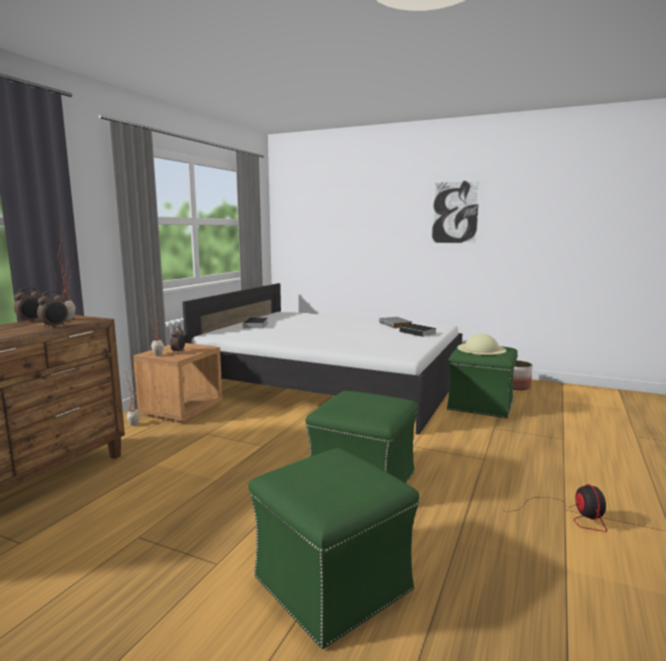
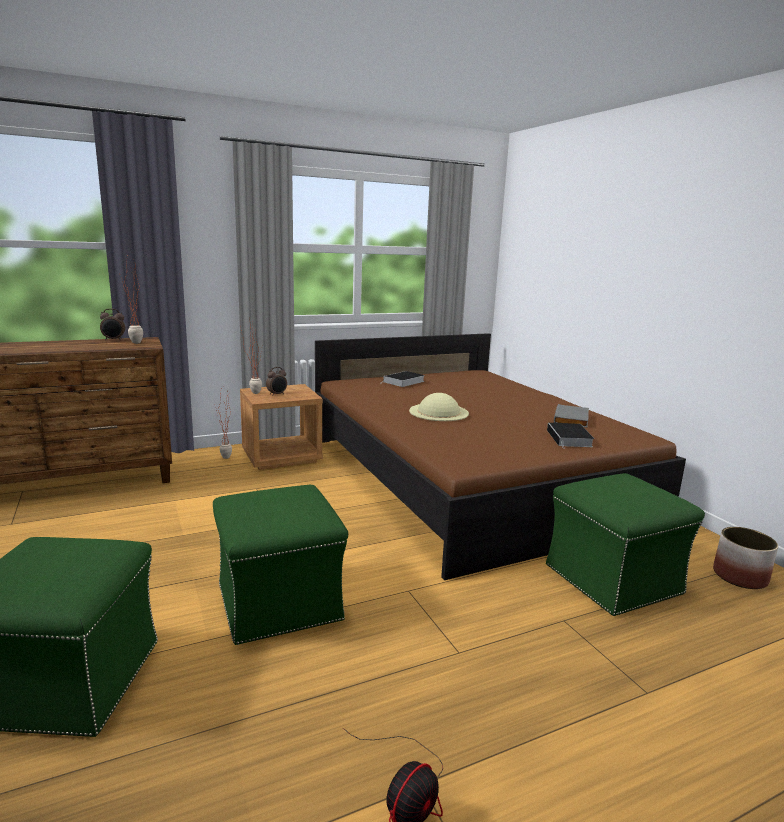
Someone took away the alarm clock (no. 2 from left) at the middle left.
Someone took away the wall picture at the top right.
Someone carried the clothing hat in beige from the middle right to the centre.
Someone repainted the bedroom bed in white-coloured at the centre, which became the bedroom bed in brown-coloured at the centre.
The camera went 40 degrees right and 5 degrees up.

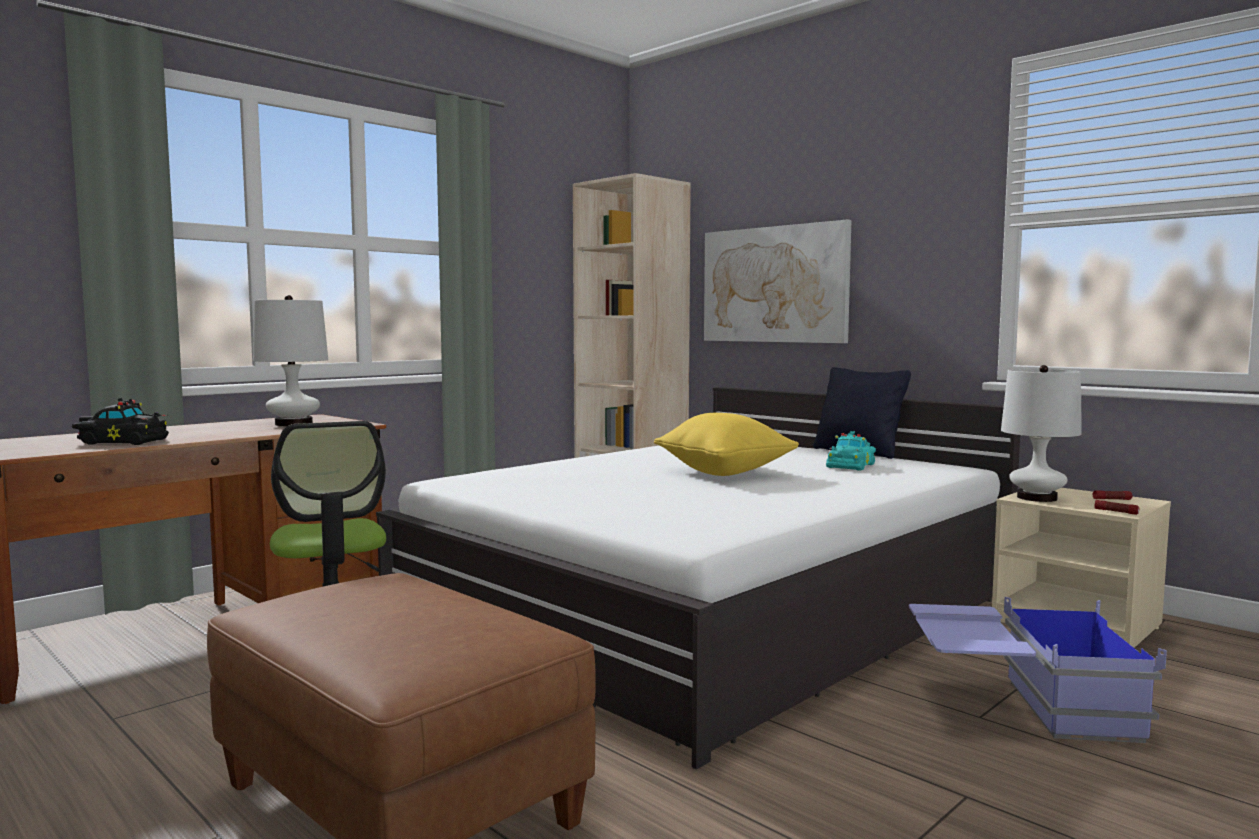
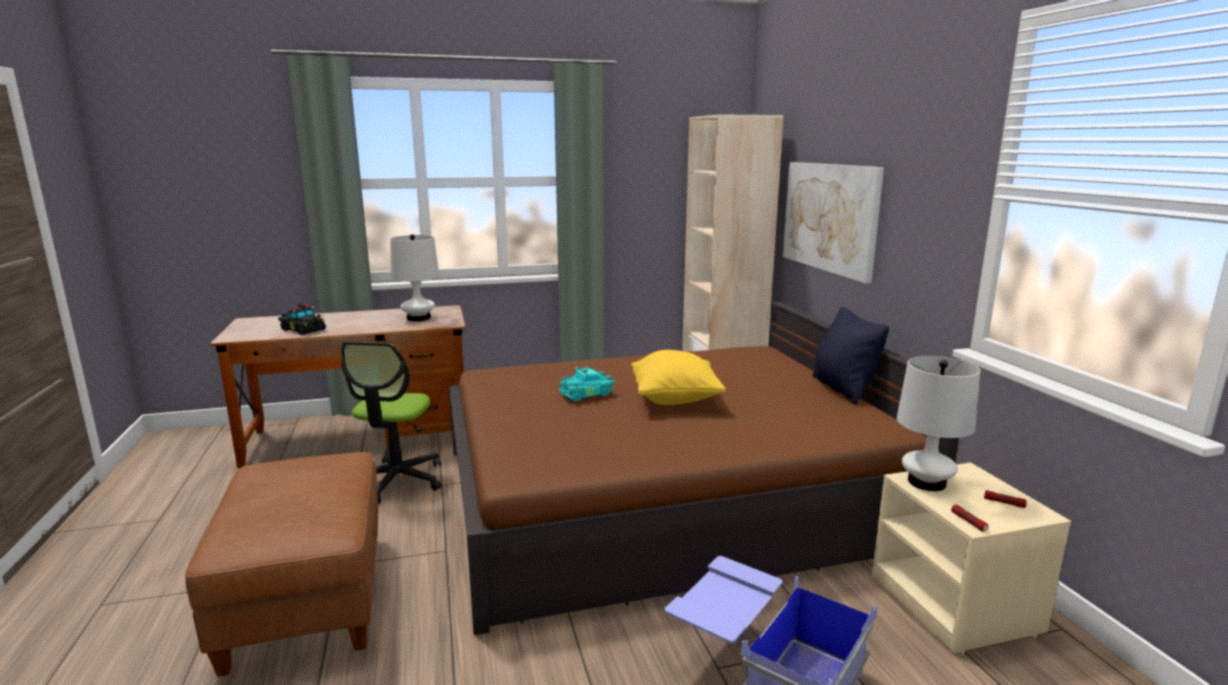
Someone carried the model car in turquoise-coloured from the middle right to the centre.
Someone repainted the bedroom bed in white-coloured at the bottom centre, which became the bedroom bed in brown-coloured at the bottom centre.
The camera went 30 degrees right and 10 degrees up.

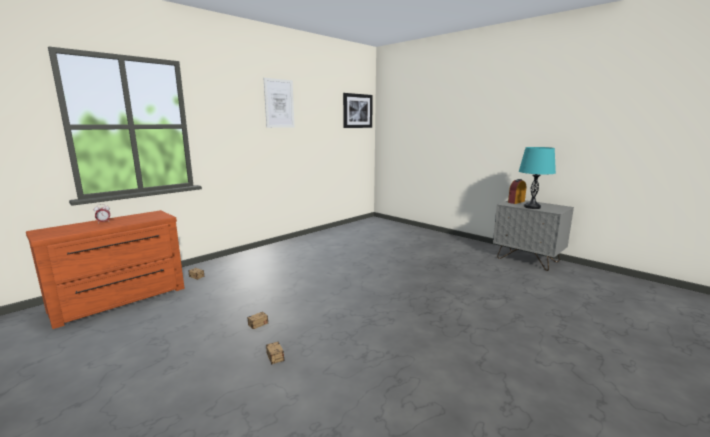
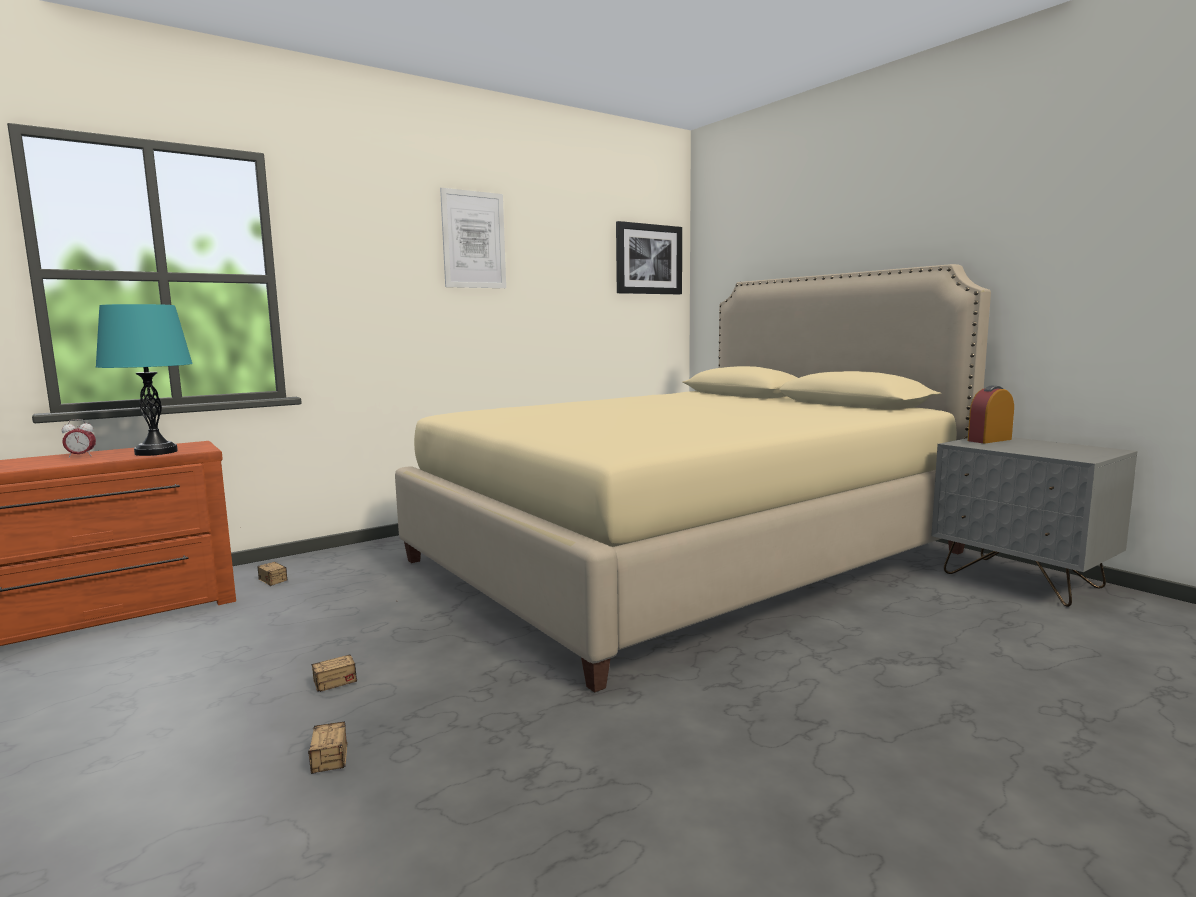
Someone put down the bedroom bed in beige at the centre.
Someone carried the tabletop lamp in turquoise-coloured from the middle right to the middle left.
The camera went 10 degrees right and 5 degrees down.

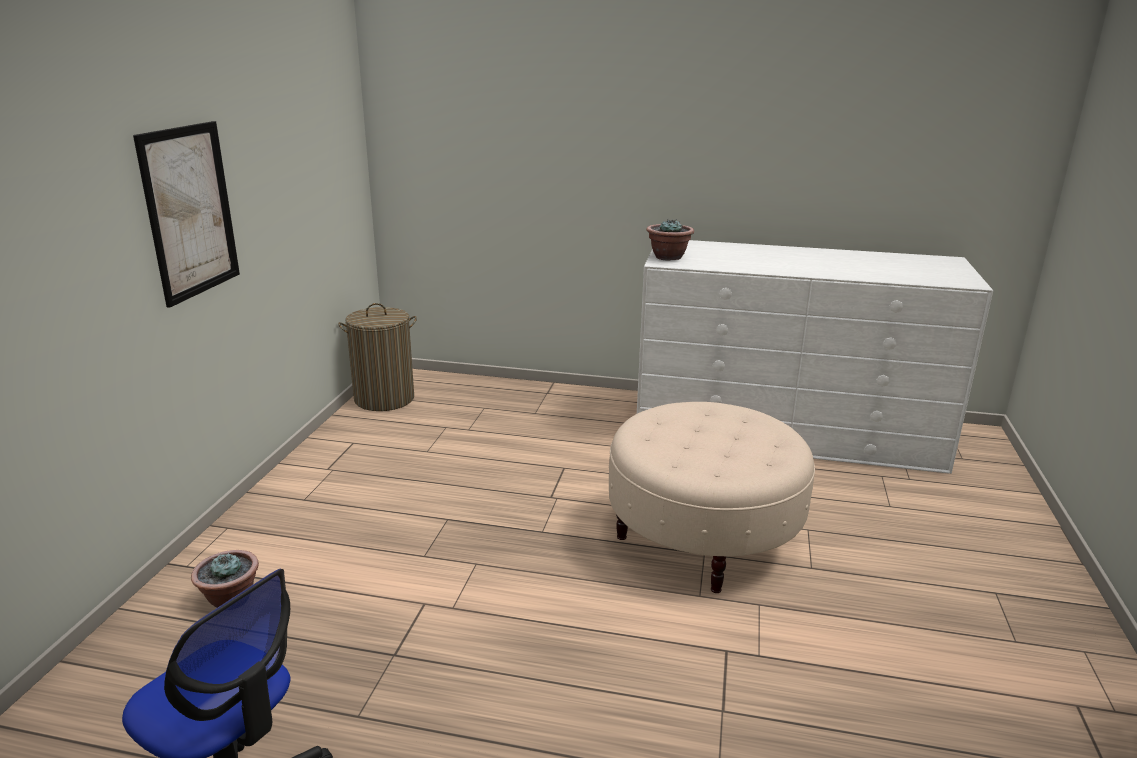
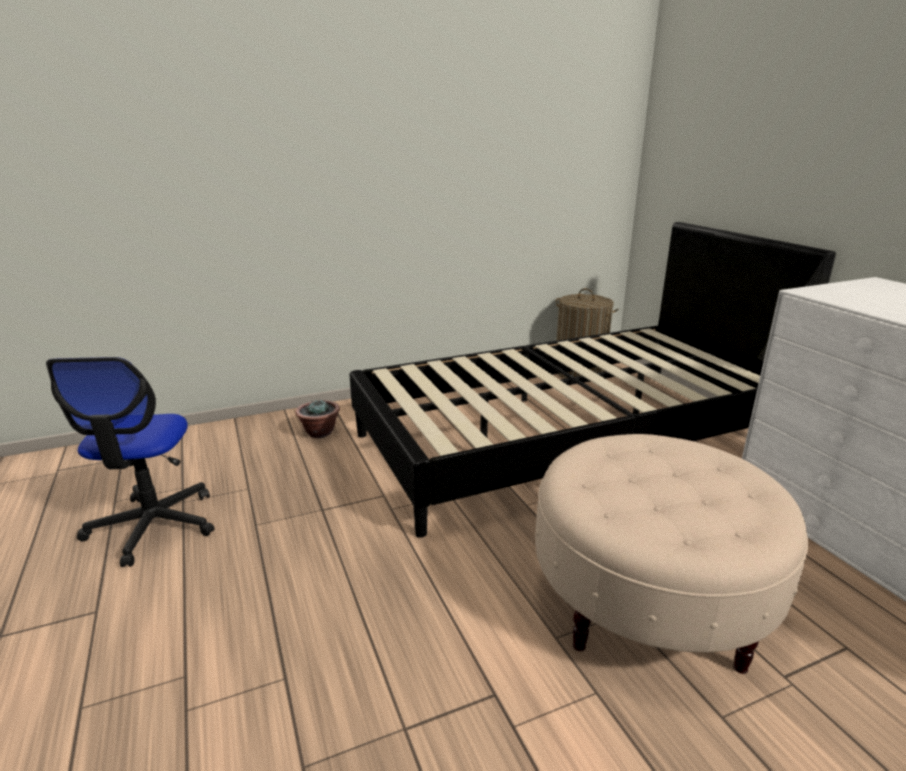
Someone took away the wall picture at the top left.
Someone took away the potted plant (no. 2 from left) at the top centre.
Someone put down the bedroom bed in black at the centre.
The camera went 55 degrees right and 0 degrees up.

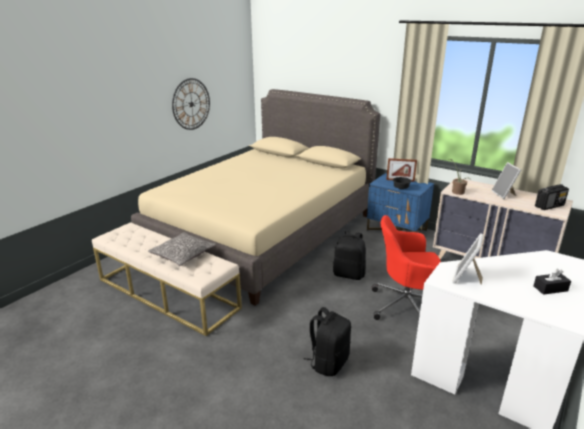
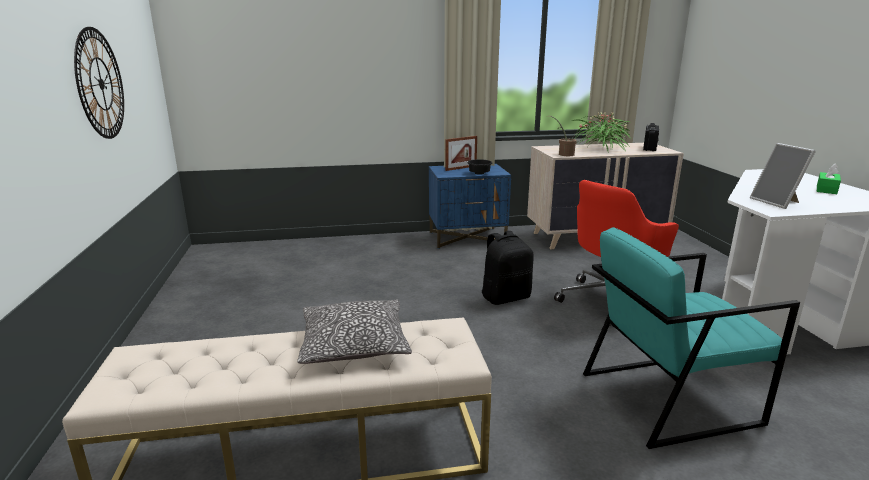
Someone took away the bedroom bed in beige at the centre.
Someone swapped the rucksack in black (no. 1 from left) at the bottom centre for the armchair in turquoise-coloured at the bottom right.
Someone swapped the standing frame (no. 3 from left) at the middle right for the potted plant (no. 2 from left) at the top right.
Someone repainted the tissue box in black at the middle right, which became the tissue box in green-coloured at the middle right.
The camera went 45 degrees left and 5 degrees down.

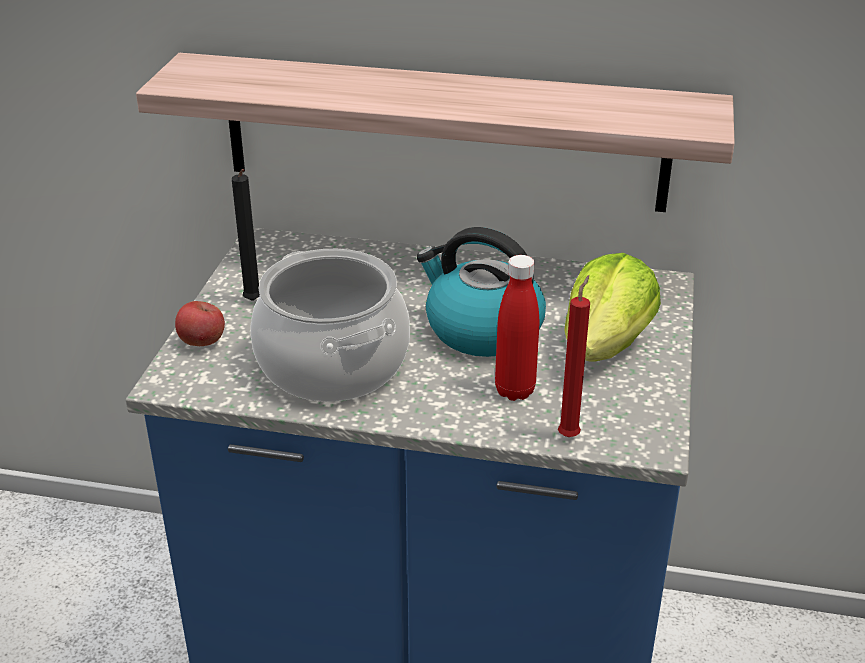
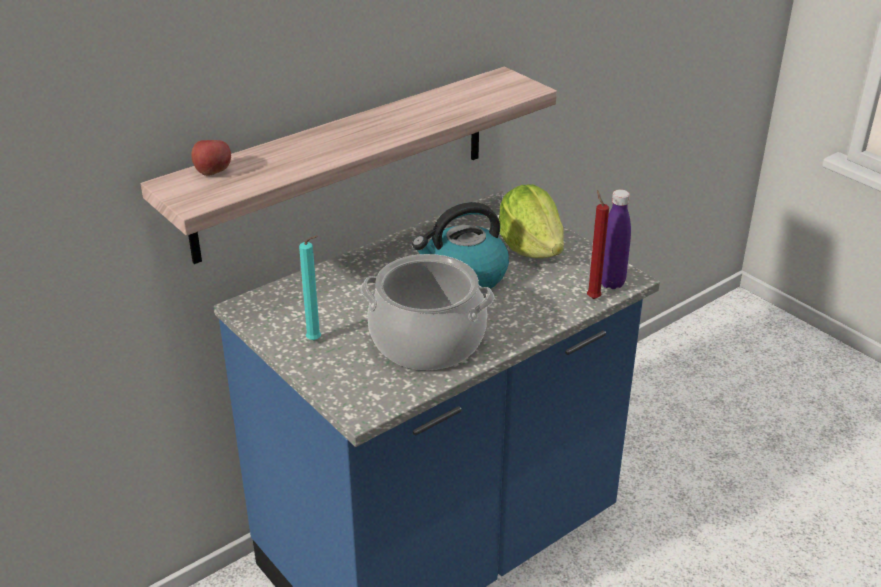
Someone took away the drink bottle in red at the centre.
Someone put down the drink bottle in purplish at the middle right.
Someone carried the apple from the middle left to the top left.
Someone repainted the wax candle in black at the middle left, which became the wax candle in turquoise-coloured at the centre.
The camera went 50 degrees left and 0 degrees up.

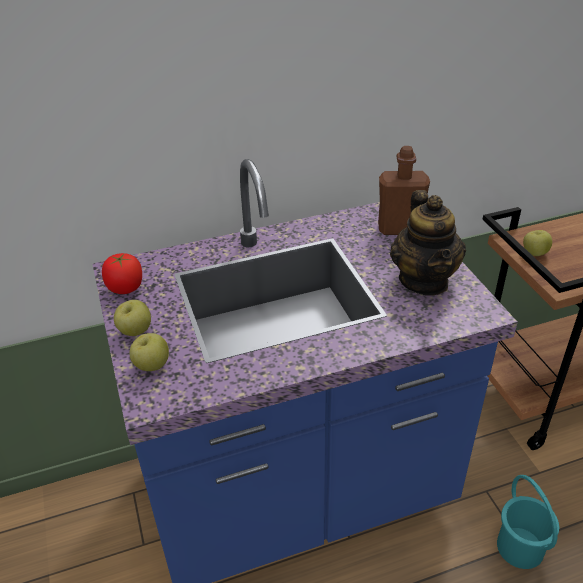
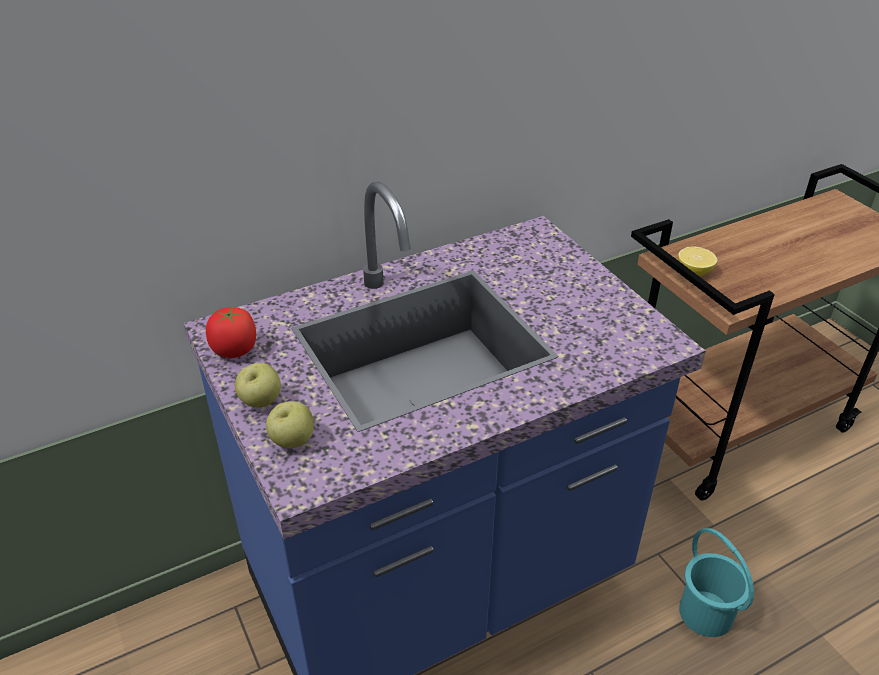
Someone took away the drink bottle in brown-coloured at the top right.
Someone took away the pot for tea at the middle right.
Someone swapped the apple (no. 3 from left) at the middle right for the lemon at the middle right.
The camera went 10 degrees left and 0 degrees up.

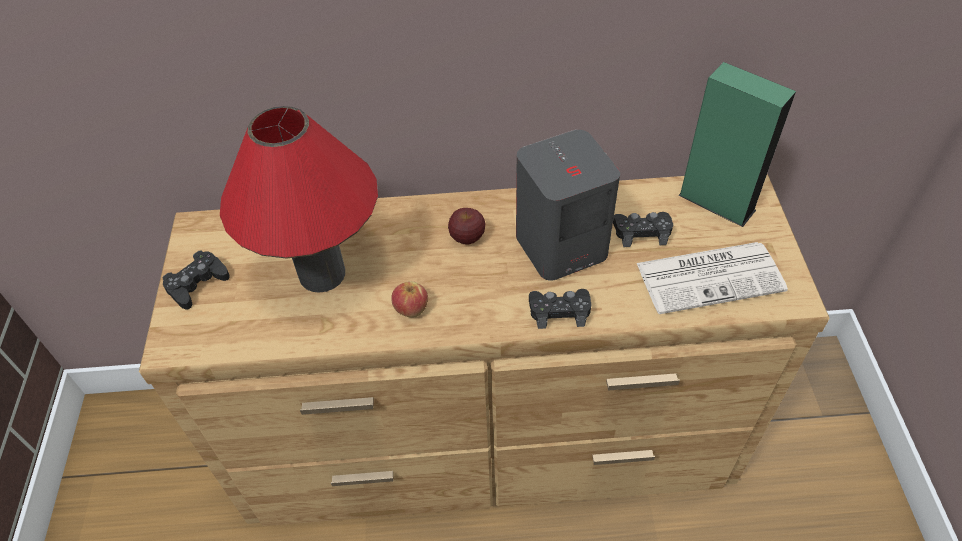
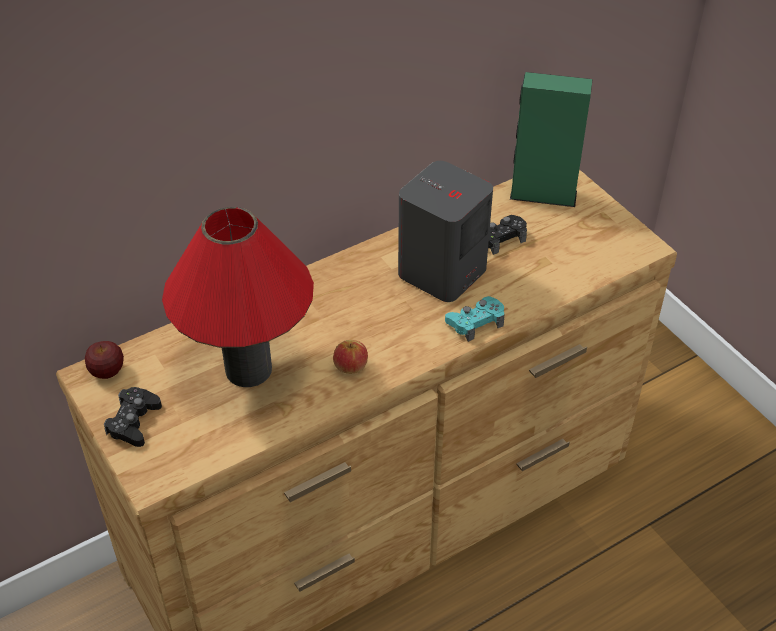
Someone took away the printed paper at the middle right.
Someone carried the apple (no. 2 from left in the first image) from the centre to the middle left.
Someone repainted the gamepad in black (no. 2 from left) at the centre, which became the gamepad in turquoise-coloured at the centre.
The camera went 30 degrees left and 5 degrees down.

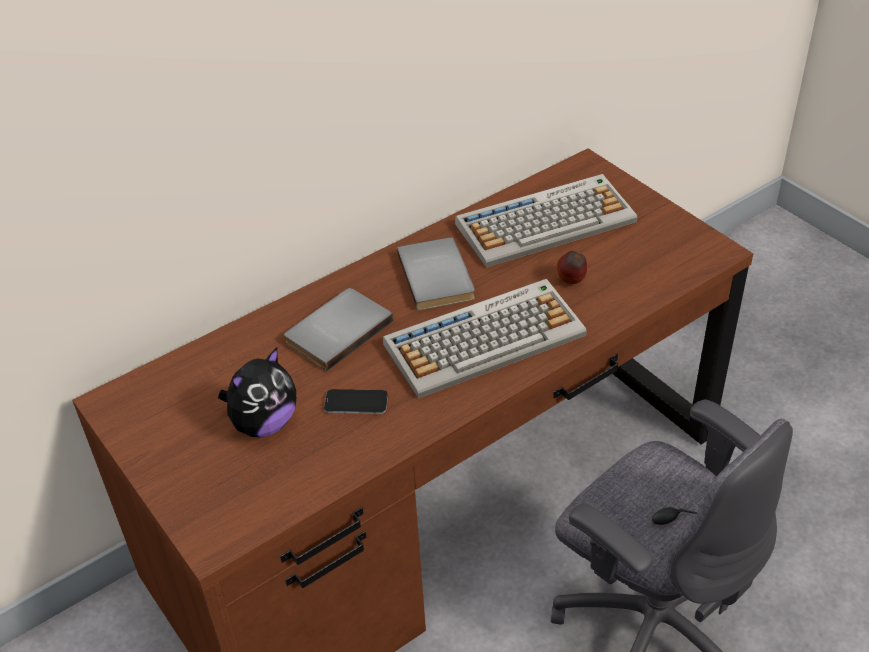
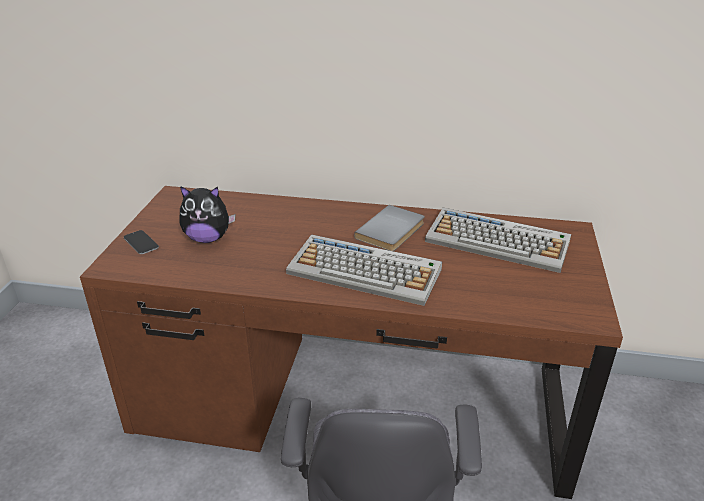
Someone took away the volume in grey (no. 1 from left) at the centre.
Someone took away the apple at the centre.
Someone carried the telephone from the centre to the middle left.
The camera went 45 degrees right and 10 degrees down.

